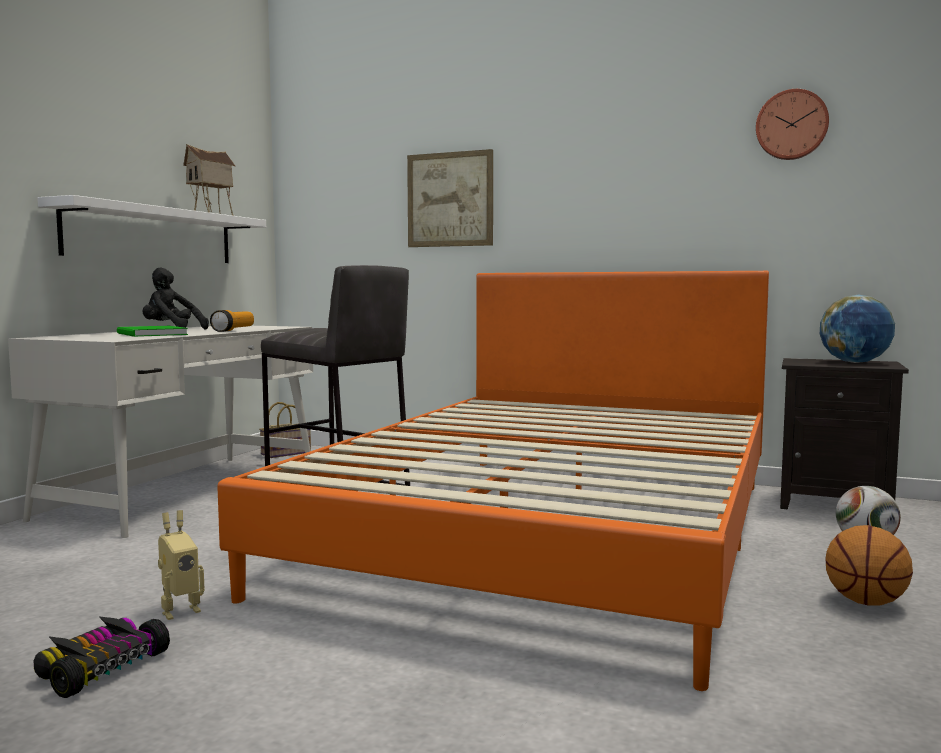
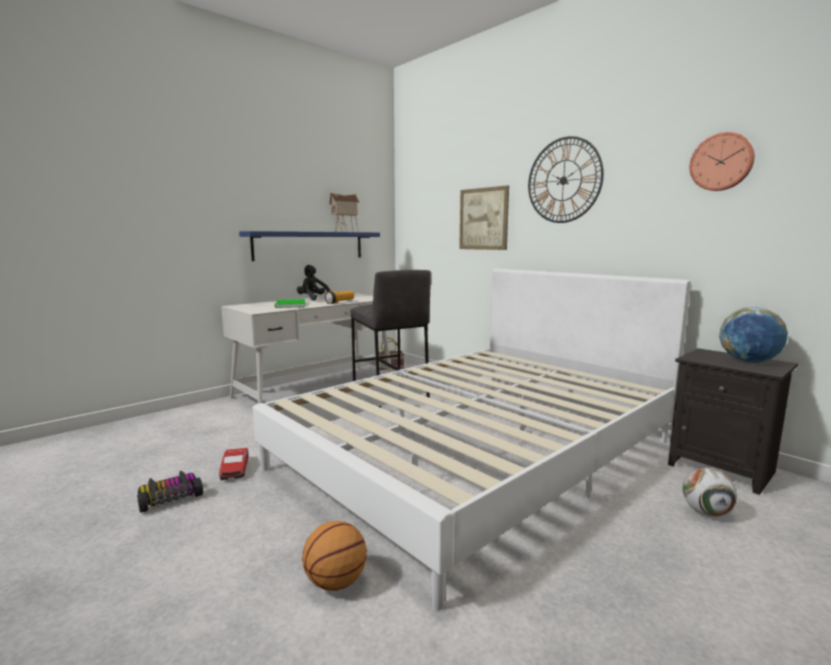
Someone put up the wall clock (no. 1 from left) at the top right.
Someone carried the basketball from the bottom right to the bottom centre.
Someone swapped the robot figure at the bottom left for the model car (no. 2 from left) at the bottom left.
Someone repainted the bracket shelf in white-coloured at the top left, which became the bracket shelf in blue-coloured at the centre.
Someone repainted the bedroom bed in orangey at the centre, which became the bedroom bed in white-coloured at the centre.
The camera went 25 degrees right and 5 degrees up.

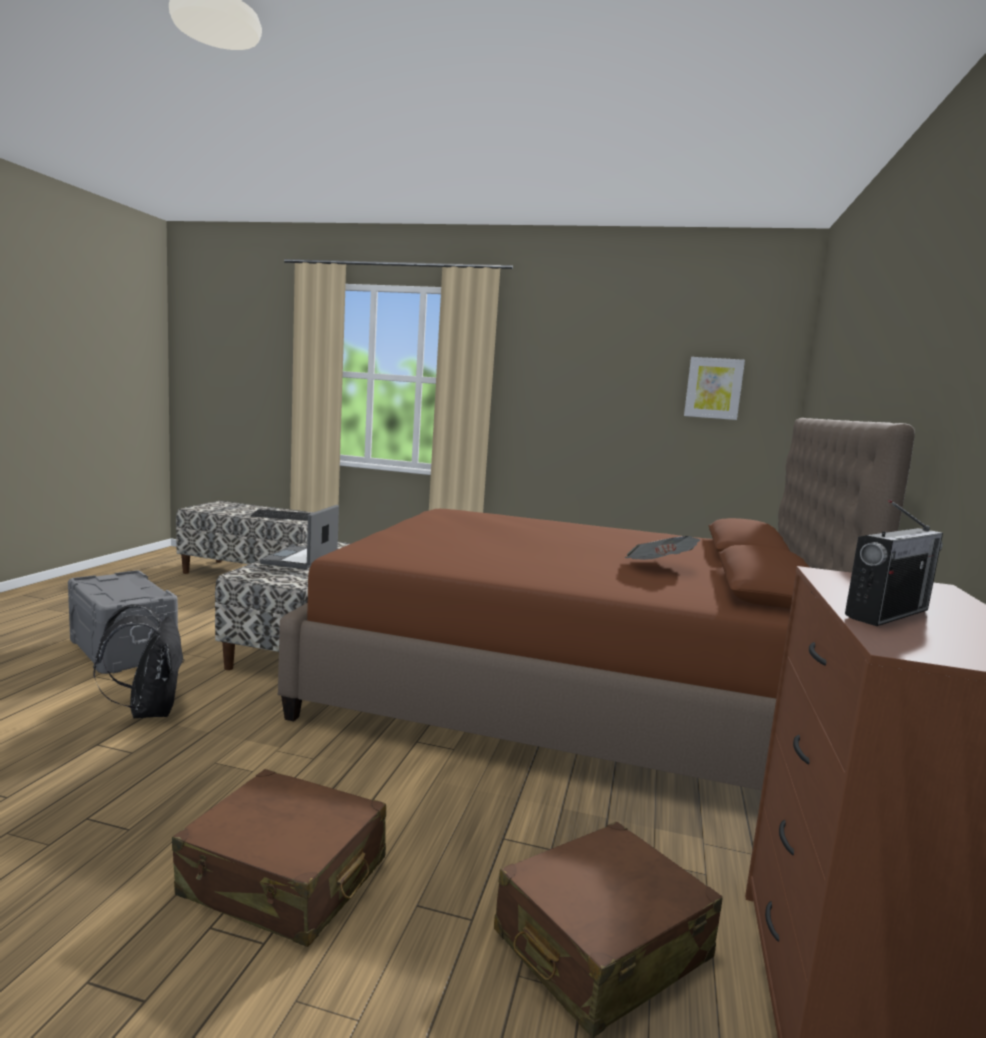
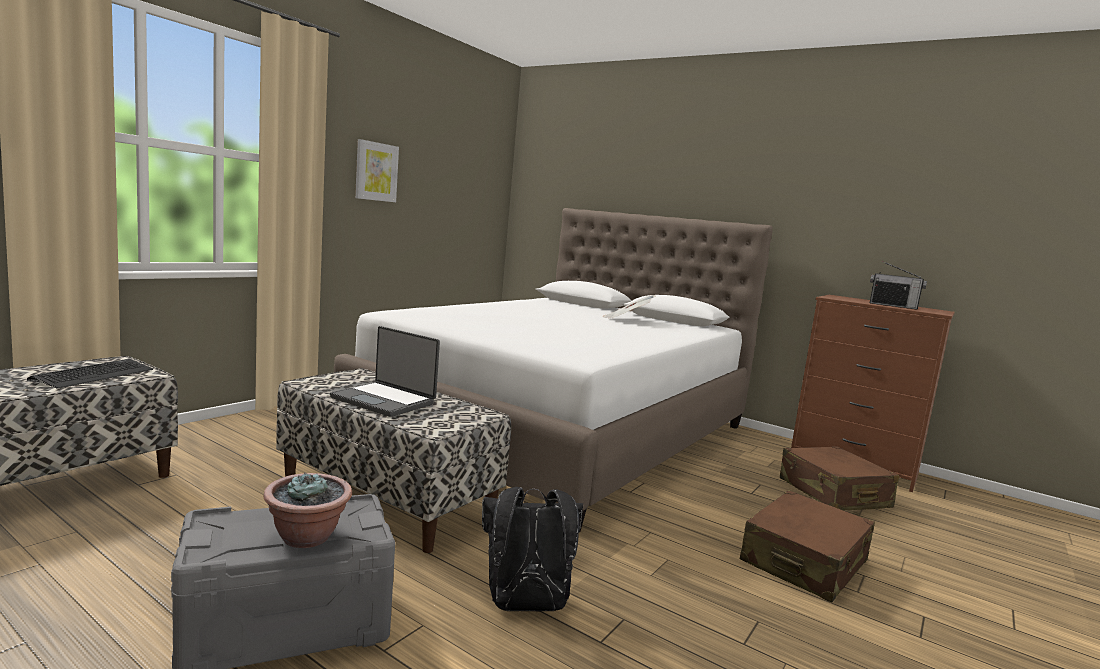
Someone put down the potted plant at the bottom left.
Someone carried the wall picture from the middle right to the top centre.
Someone repainted the bedroom bed in brown-coloured at the centre, which became the bedroom bed in white-coloured at the centre.
Someone rotated the radio set at the middle right by 135 degrees clockwise.
The camera went 70 degrees left and 0 degrees up.

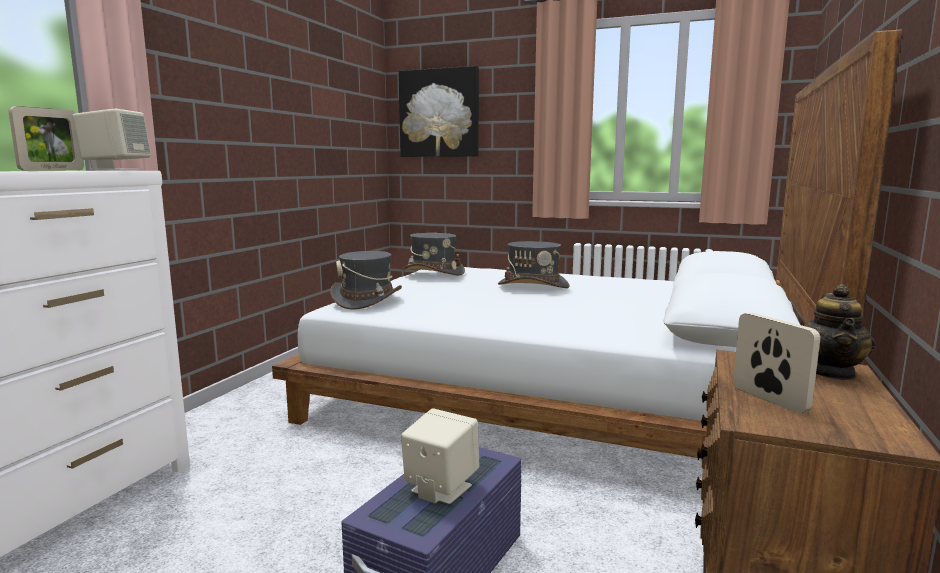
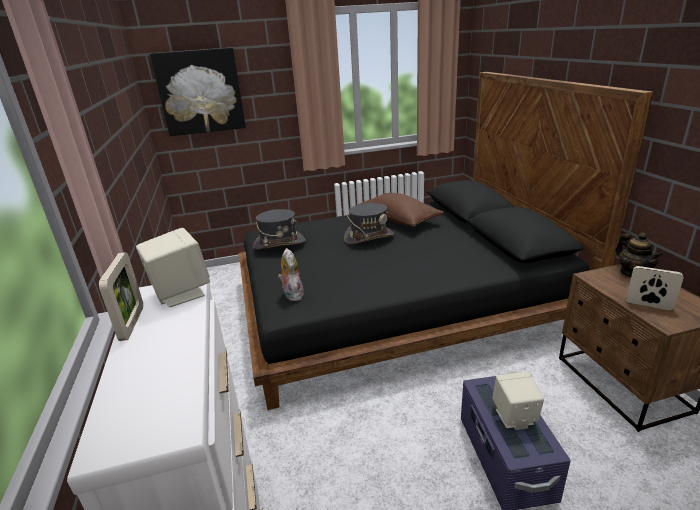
Someone put down the throw pillow in brown-coloured at the centre.
Someone swapped the clothing hat in grey (no. 1 from left) at the centre for the soft toy at the centre.
Someone repainted the bedroom bed in white-coloured at the centre, which became the bedroom bed in black at the centre.
The camera went 35 degrees left and 15 degrees up.

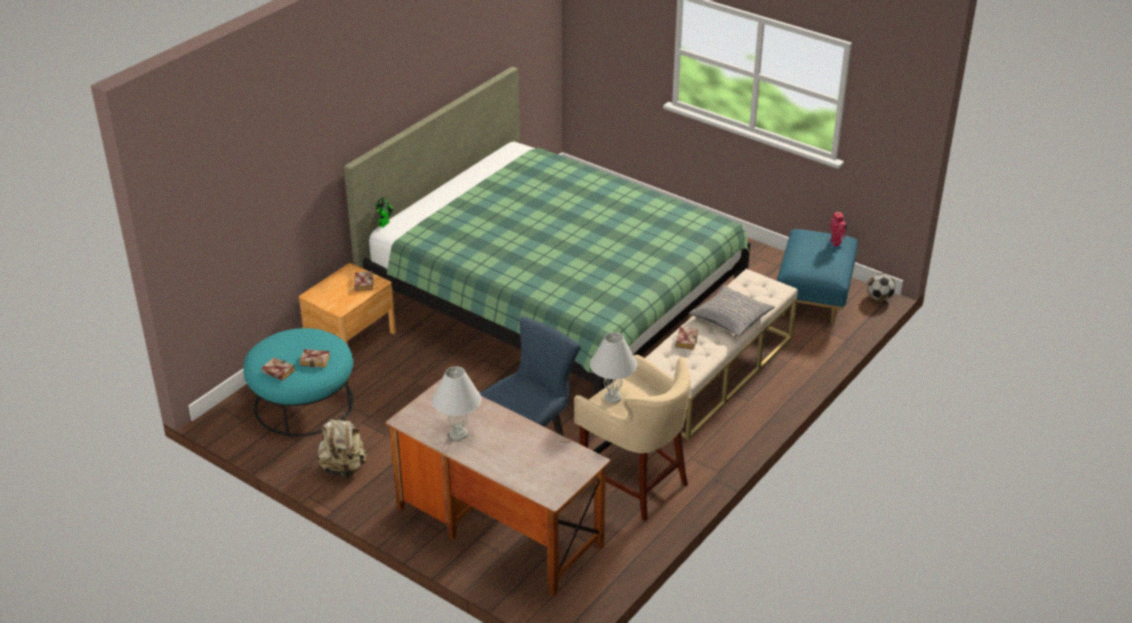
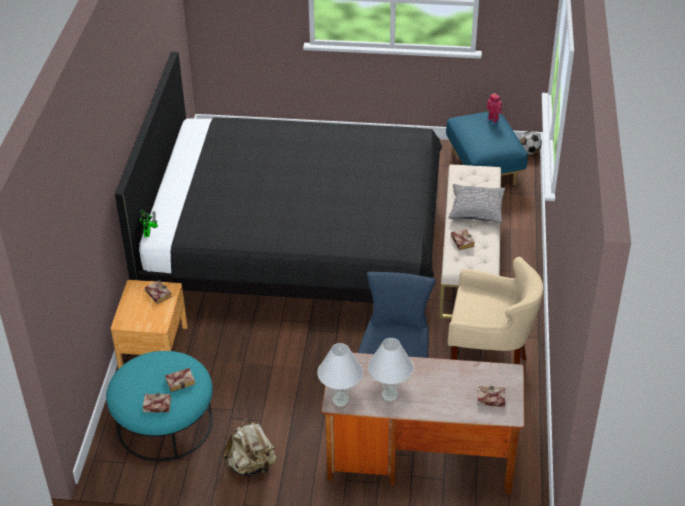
Someone put down the volume (no. 5 from left) at the bottom right.
Someone carried the tabletop lamp in white-coloured (no. 2 from left in the first image) from the centre to the bottom centre.
Someone repainted the bedroom bed in green-coloured at the centre, which became the bedroom bed in black at the centre.
The camera went 30 degrees left and 5 degrees up.

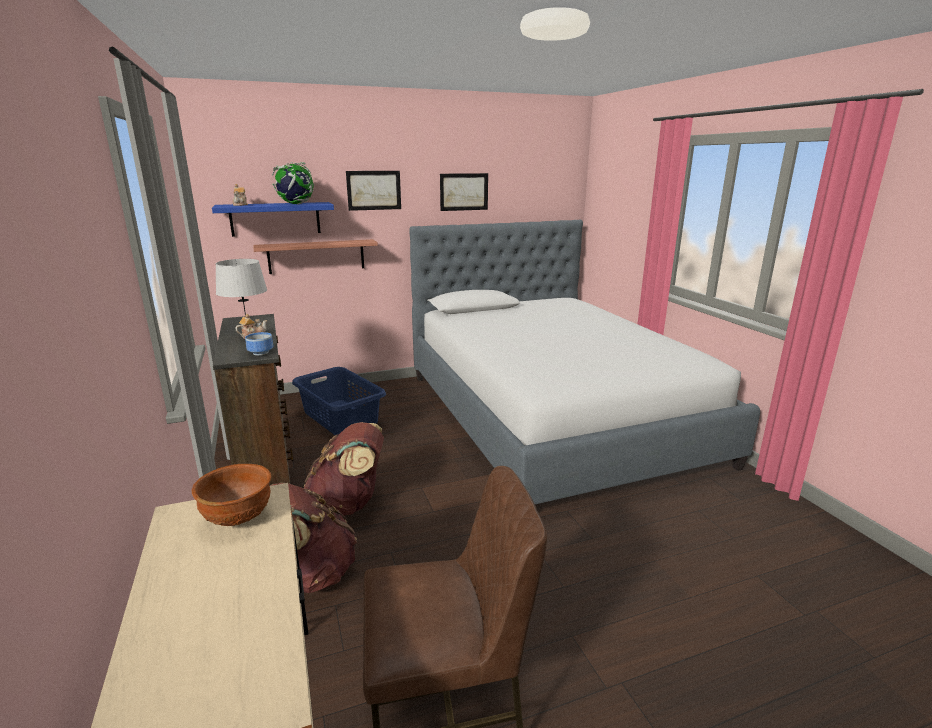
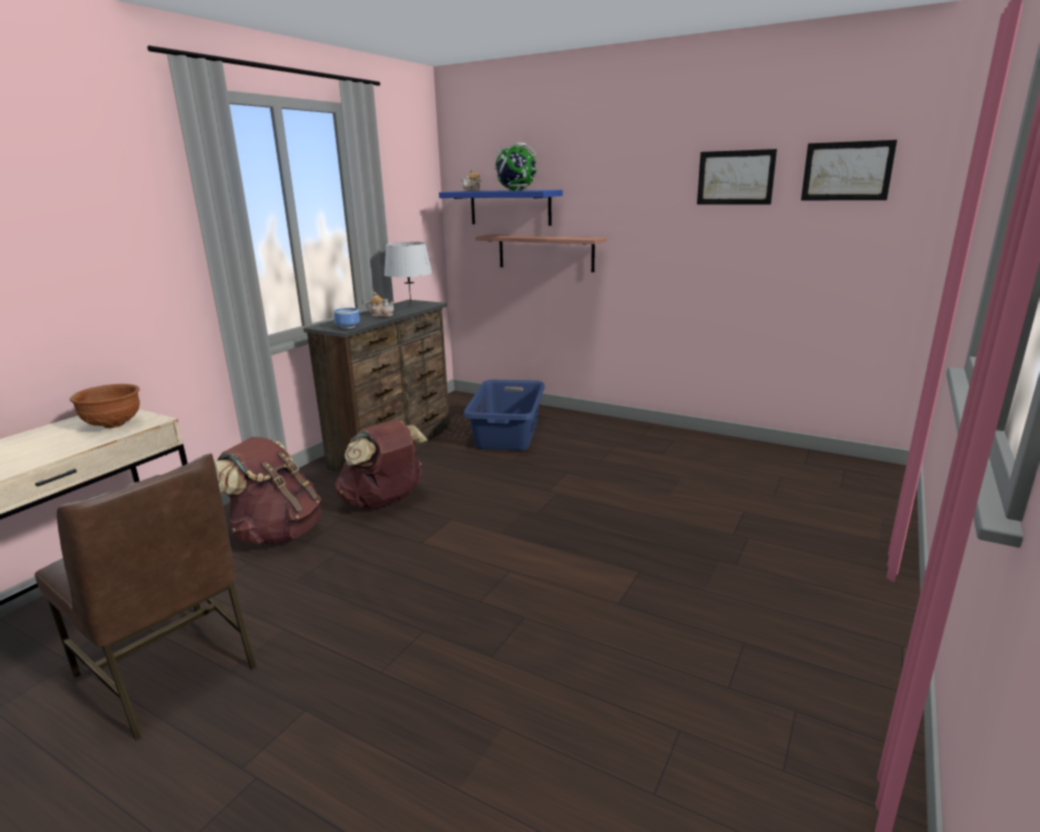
Someone took away the bedroom bed at the centre.
Someone carried the wall picture (no. 1 from left in the first image) from the top centre to the top right.
The camera went 50 degrees right and 0 degrees up.

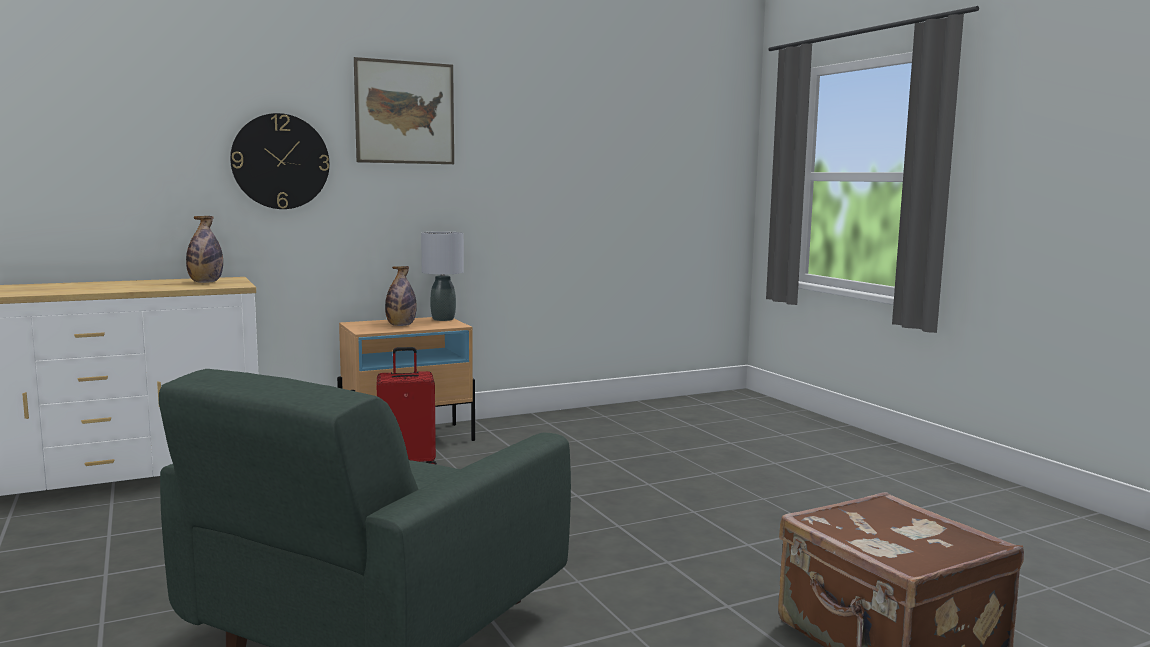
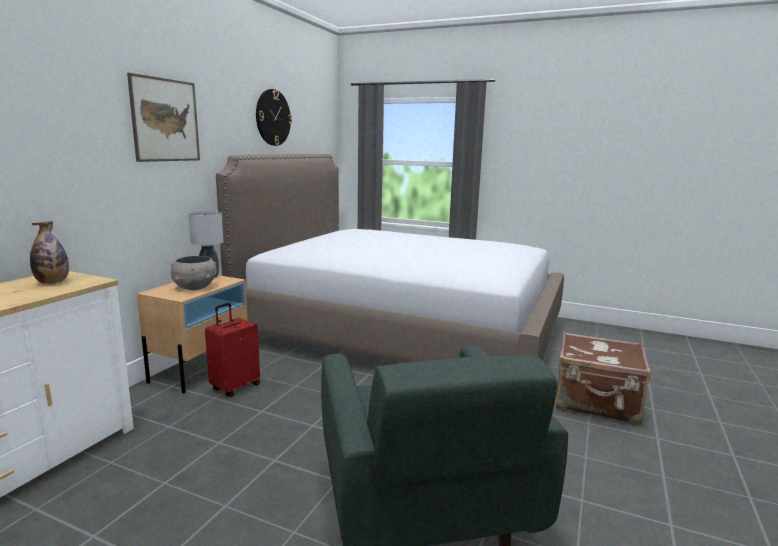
Someone put down the bedroom bed at the centre.
Someone carried the wall clock from the top left to the top centre.
Someone swapped the drink bottle (no. 2 from left) at the centre for the bowl in grey at the middle left.
The camera went 40 degrees left and 5 degrees up.

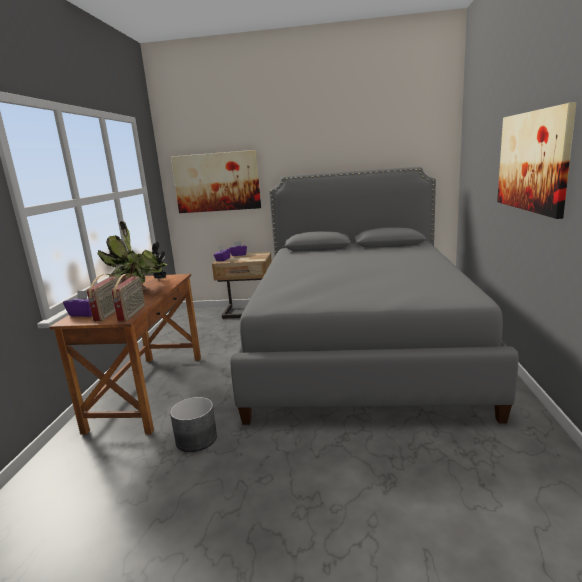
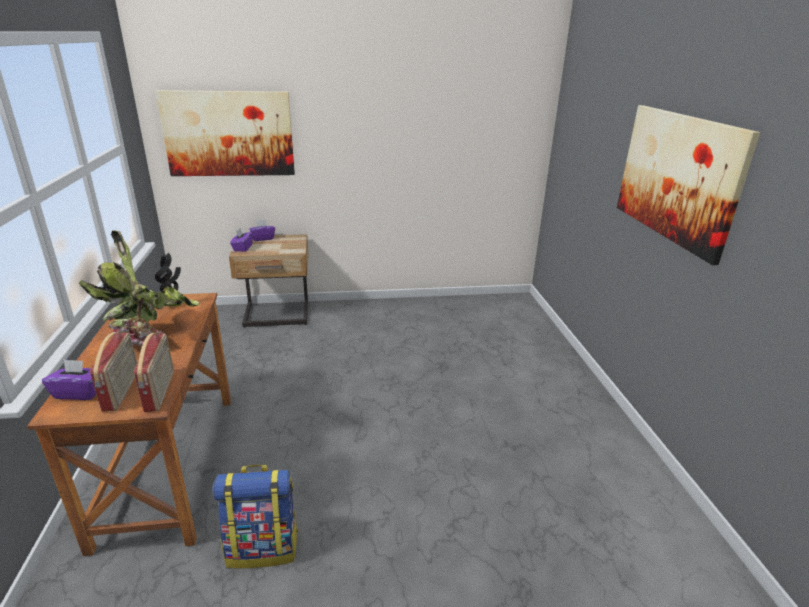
Someone took away the bedroom bed in grey at the centre.
Someone swapped the flower pot in grey at the bottom left for the rucksack at the bottom left.
The camera went 15 degrees left and 10 degrees up.

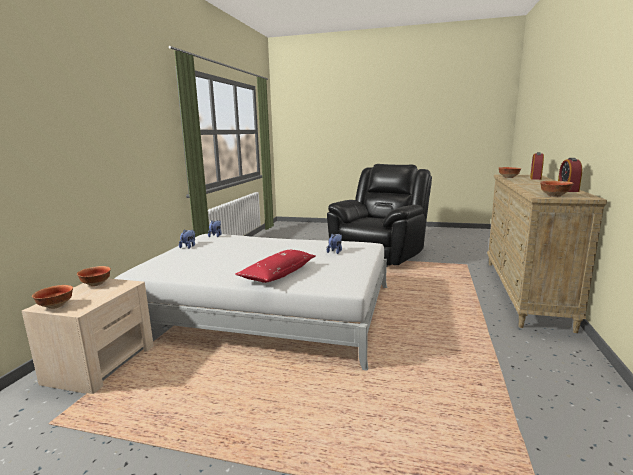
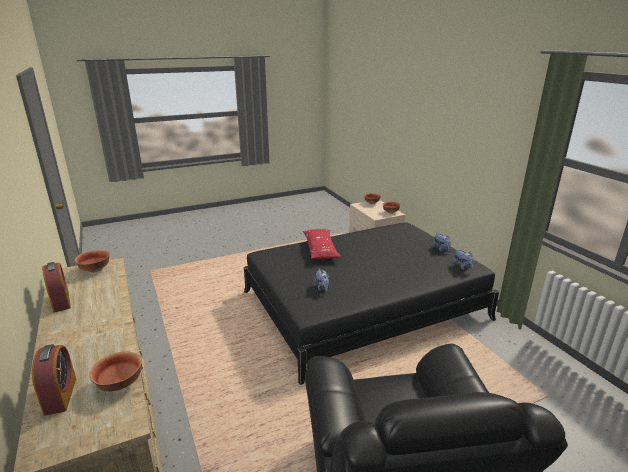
Someone repainted the bedroom bed in white-coloured at the centre, which became the bedroom bed in black at the centre.
The camera went 140 degrees right and 10 degrees up.

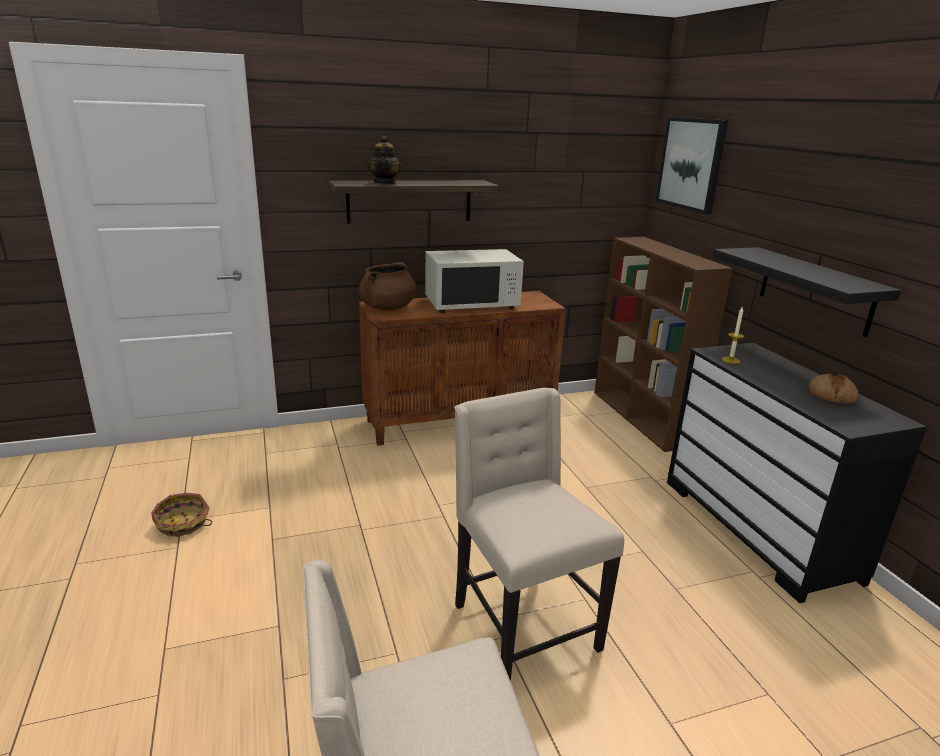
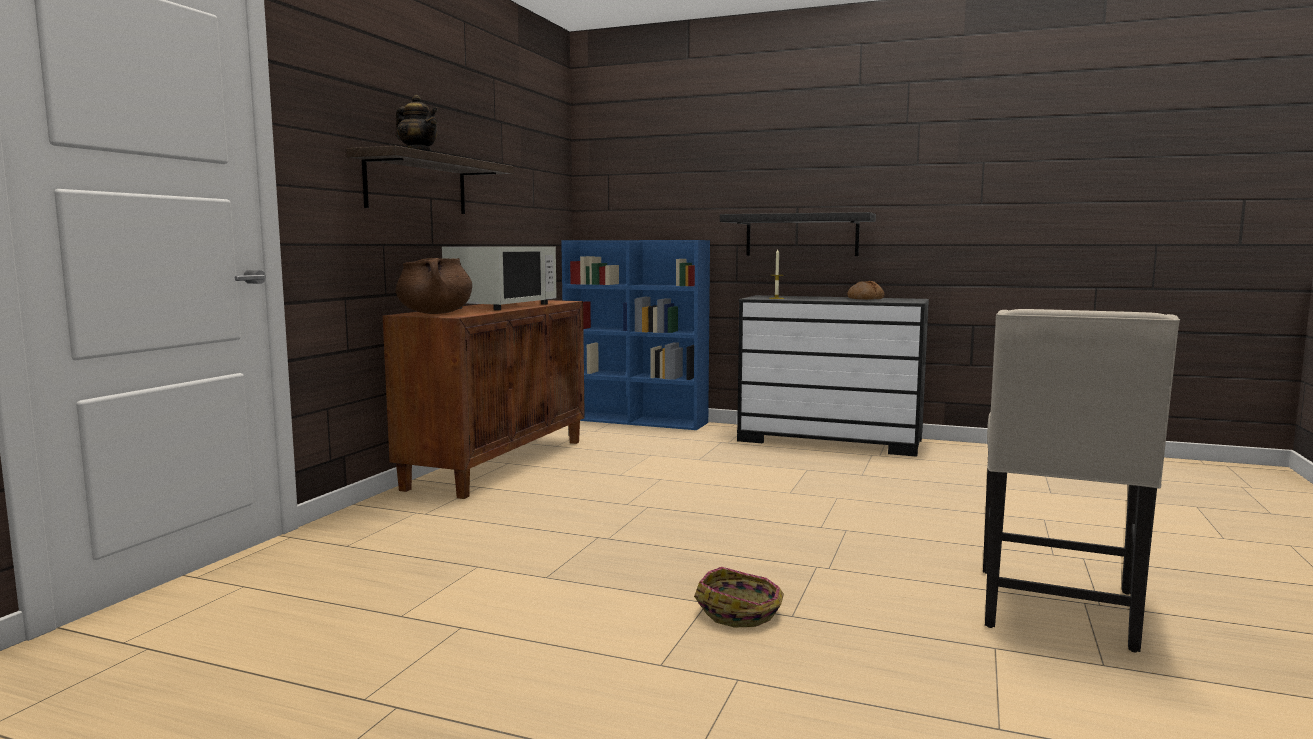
Someone took away the chair in beige (no. 2 from left) at the bottom centre.
Someone took away the wall picture at the top right.
Someone carried the household basket from the bottom left to the bottom centre.
Someone repainted the shelving unit in brown-coloured at the middle right, which became the shelving unit in blue-coloured at the centre.
The camera went 50 degrees left and 15 degrees down.

